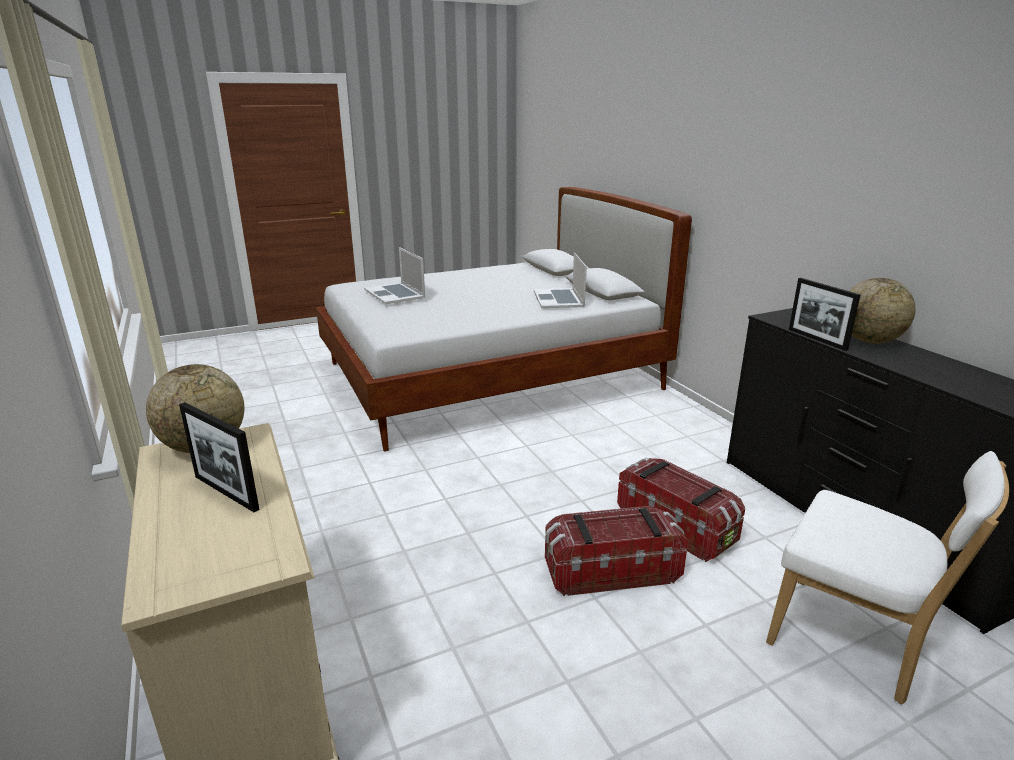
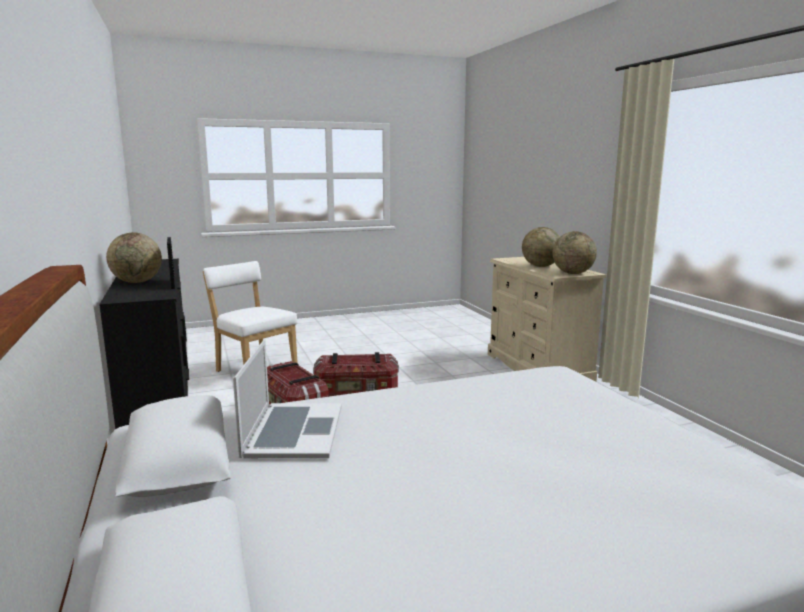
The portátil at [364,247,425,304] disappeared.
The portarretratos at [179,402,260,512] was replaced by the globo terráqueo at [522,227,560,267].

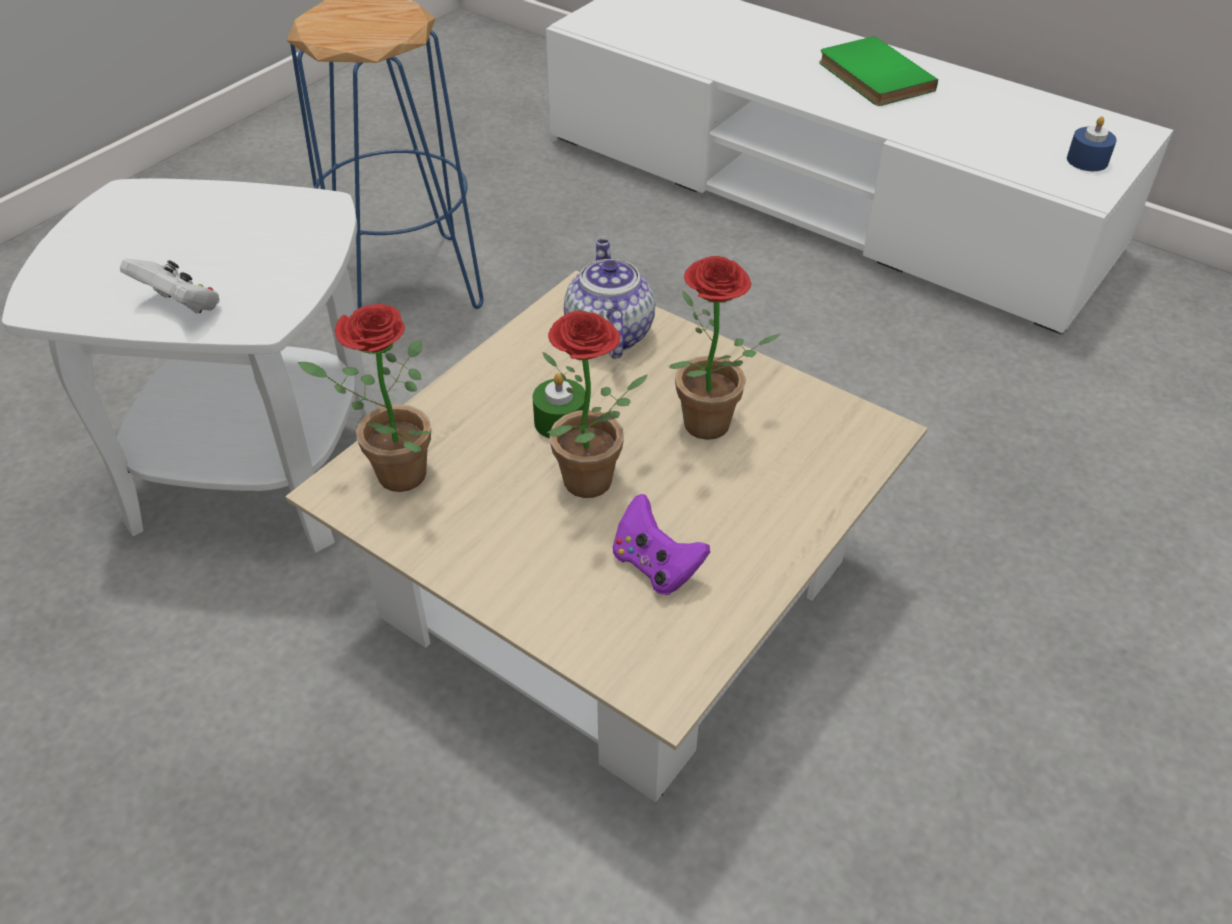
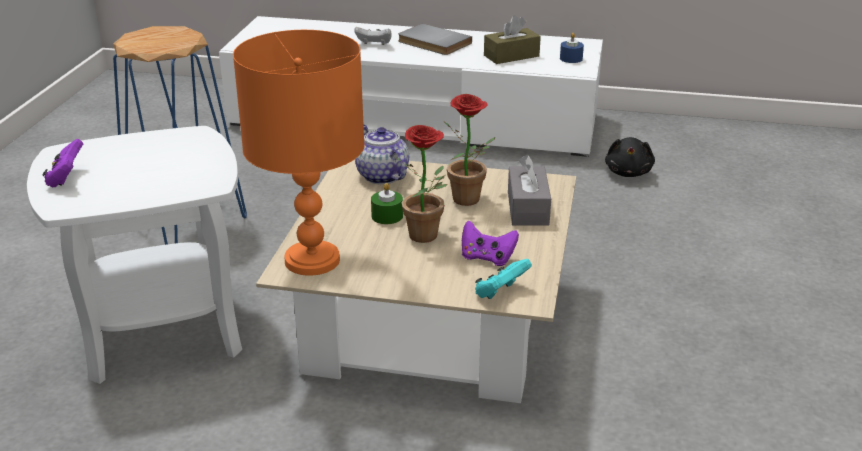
The libro [verde] at [819,36,938,106] became the libro [gris] at [398,23,472,55].
The mando de consola [blanco] moved from [120,259,220,314] to [354,27,392,45].
The planta en maceta at [298,304,431,492] was replaced by the lámpara de mesa [naranja] at [233,30,365,276].
The caja de pañuelos [marrón] at [484,15,541,64] appeared.
The peluche [negro] at [605,137,655,177] appeared.
The mando de consola [morado] at [43,139,83,187] appeared.
The caja de pañuelos [gris] at [508,155,551,226] appeared.
The mando de consola [turquesa] at [475,259,532,299] appeared.

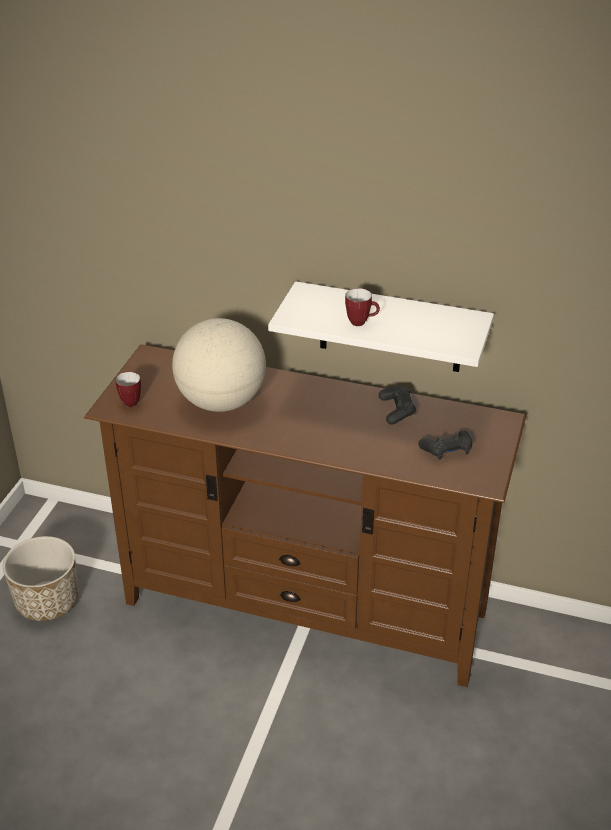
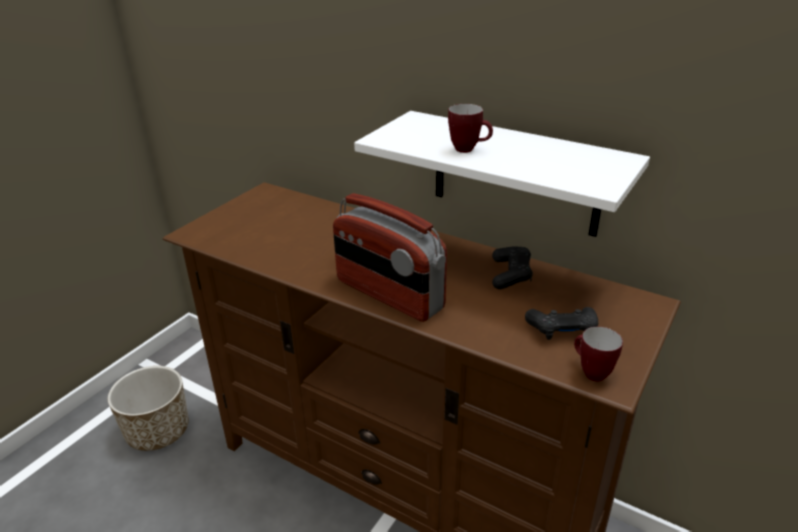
The globo terráqueo at [172,318,266,412] disappeared.
The taza grande moved from [115,372,141,407] to [574,327,623,382].
The radio at [333,193,447,322] appeared.

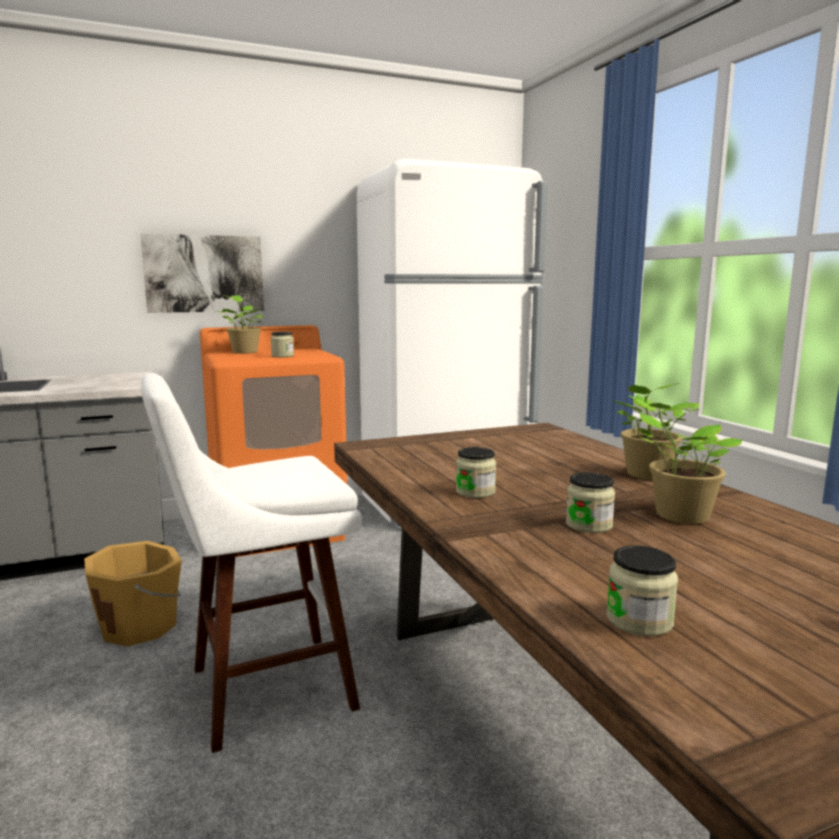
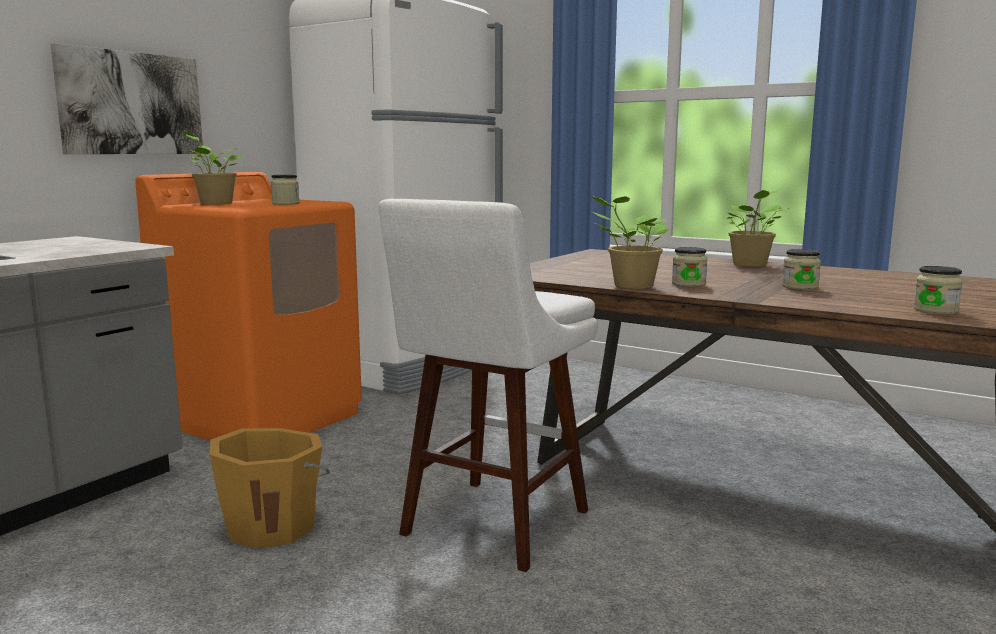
The planta en maceta moved from [628,395,742,524] to [592,196,669,289].

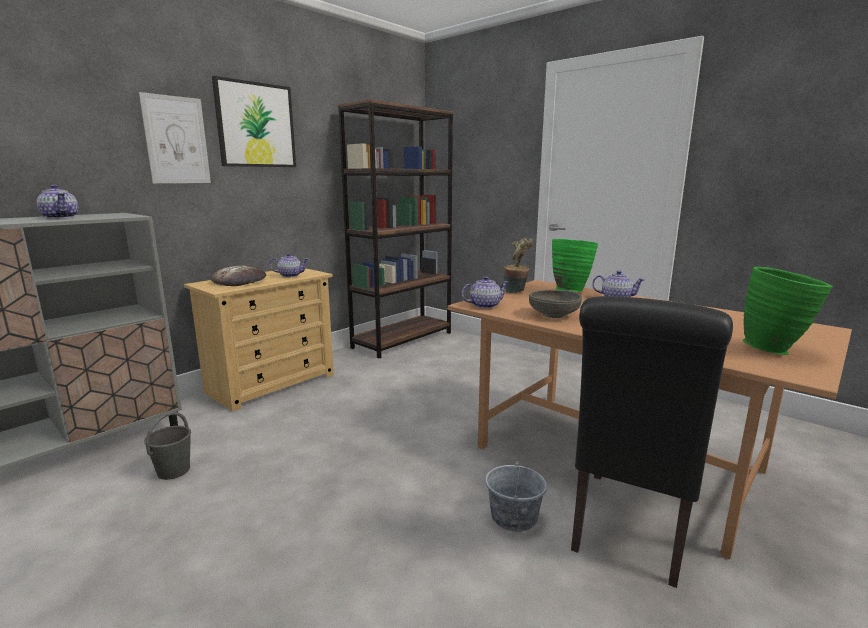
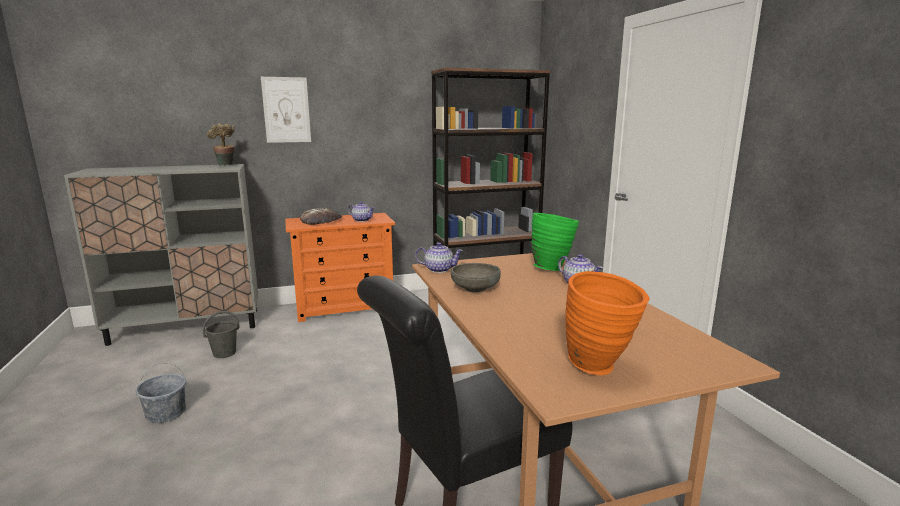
The cuadro at [212,76,296,167] disappeared.
The tetera at [37,185,79,218] disappeared.
The planta en maceta moved from [504,238,533,293] to [207,123,235,166].
The florero [verde] at [743,267,833,355] became the florero [naranja] at [565,271,649,375].
The cómoda [beis] at [184,268,334,412] became the cómoda [naranja] at [285,213,395,322].
The cubo [gris] moved from [485,451,547,532] to [135,363,186,423].

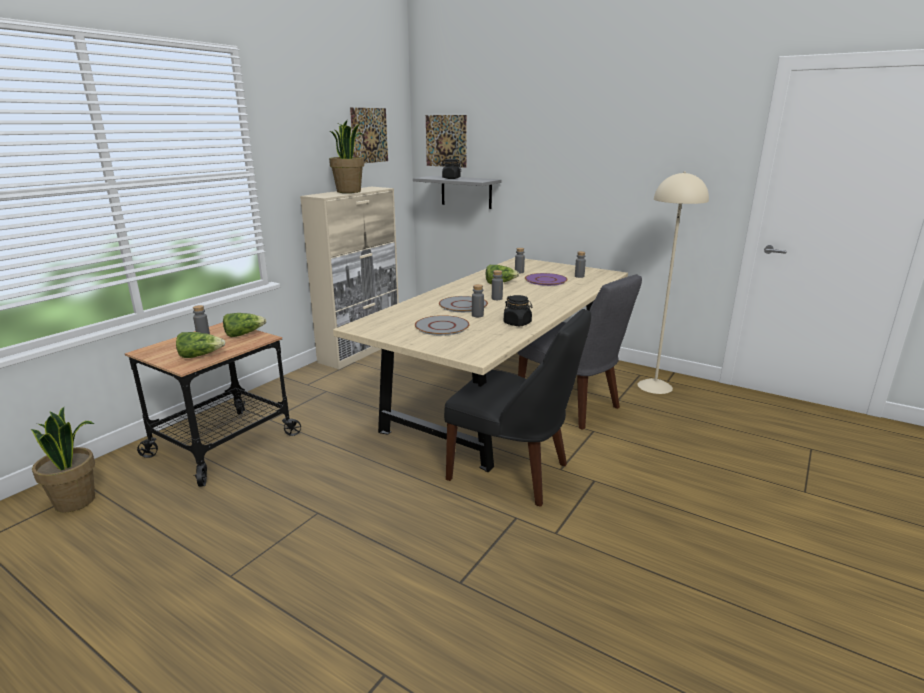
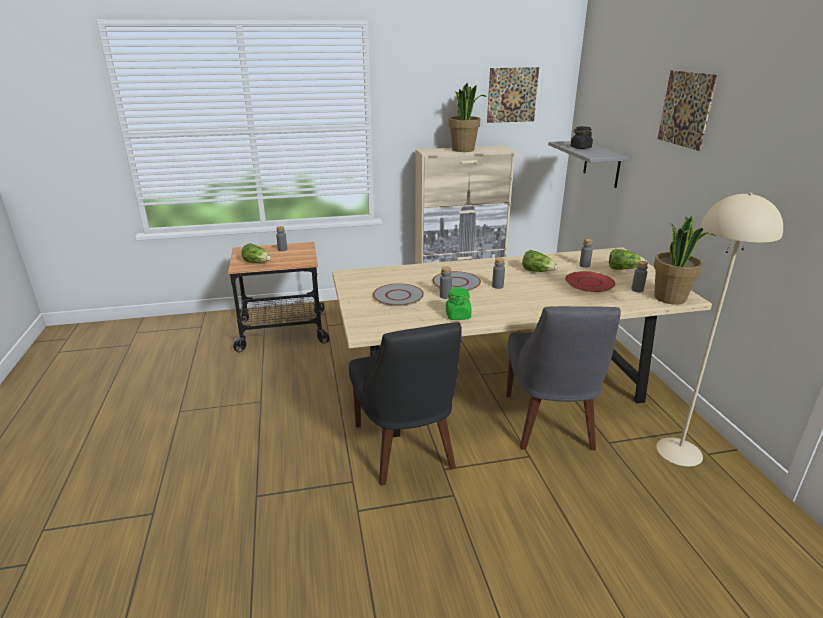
The cuadro moved from [426,115,467,168] to [658,70,718,151].
The plato [morado] at [525,273,568,286] became the plato [rojo] at [565,271,616,292].
The tarro [negro] at [504,295,533,326] became the tarro [verde] at [446,287,471,320].
The lechuga moved from [223,313,266,337] to [609,249,647,270].
The planta en maceta moved from [31,407,95,513] to [654,216,716,305].

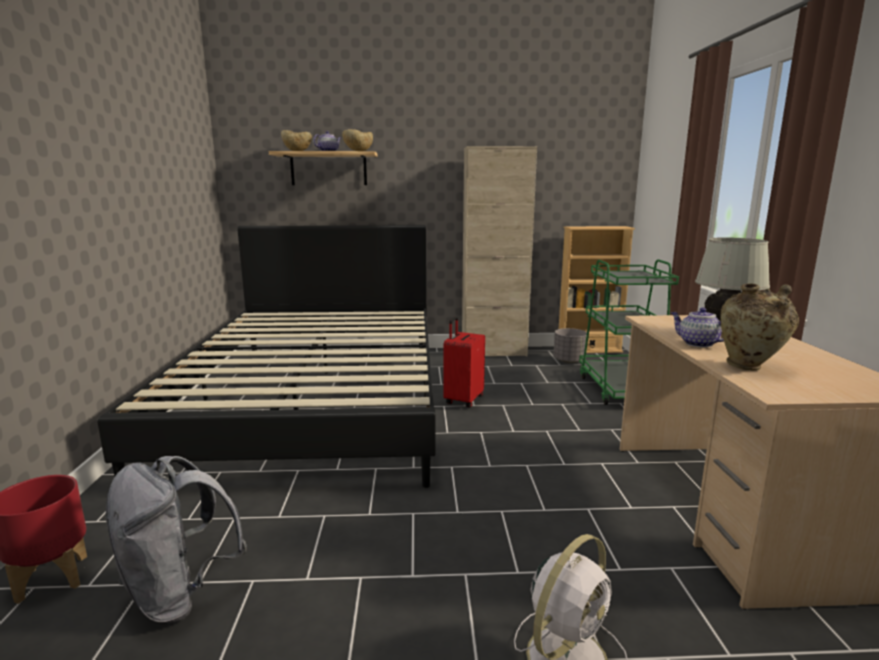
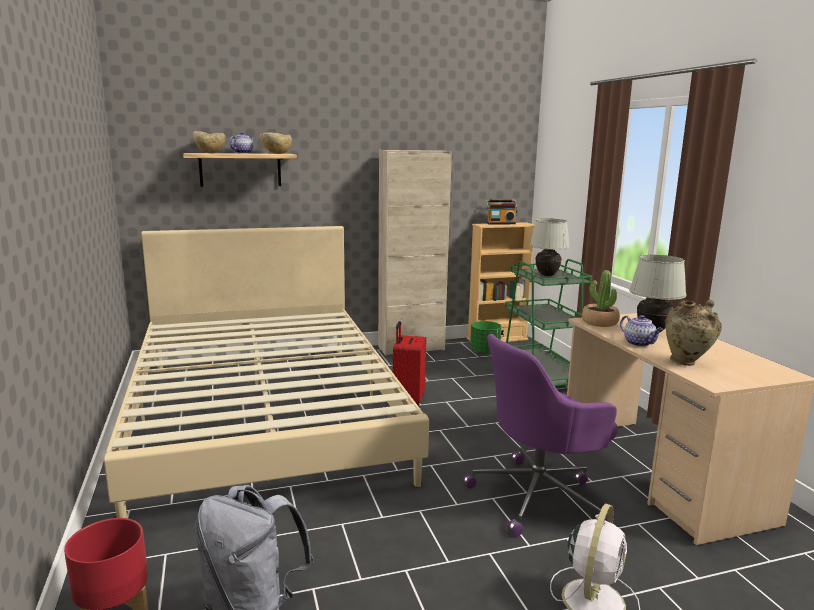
The cama [negro] at [97,225,436,488] became the cama [beis] at [104,226,429,518].
The tetera at [671,308,724,347] turned 150 degrees counterclockwise.
The maceta [gris] at [553,328,587,363] became the maceta [verde] at [470,321,502,355].
The radio at [486,200,517,225] appeared.
The lámpara de mesa [blanco] at [530,218,570,276] appeared.
The planta en maceta at [582,270,620,327] appeared.
The silla de oficina [morado] at [462,334,618,537] appeared.

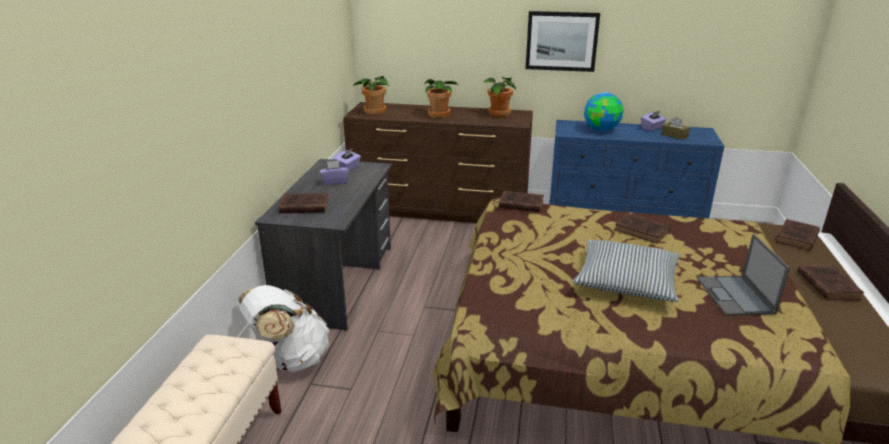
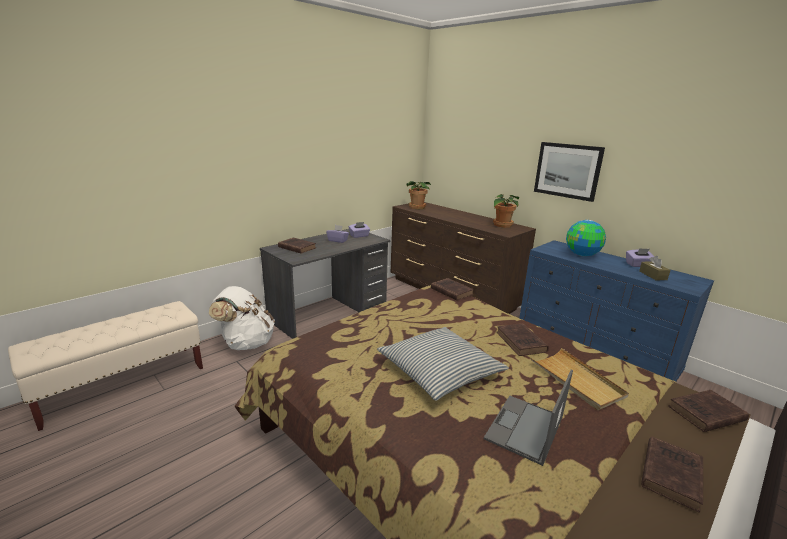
The planta en maceta at [425,79,458,118] disappeared.
The bandeja [beis] at [531,348,629,410] appeared.

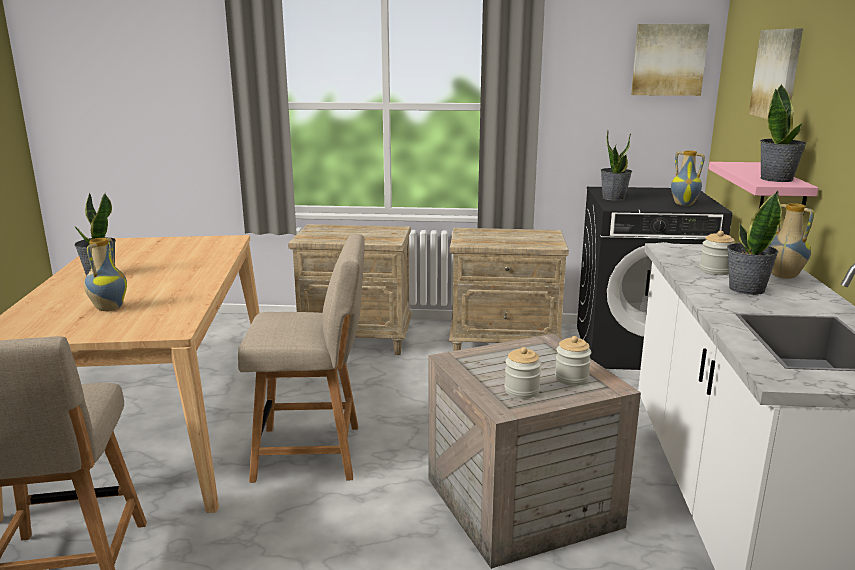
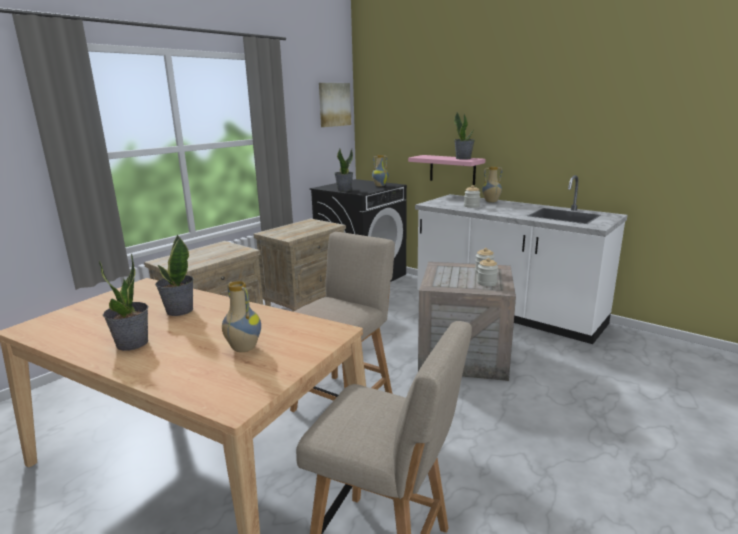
The cuadro at [749,28,803,119] disappeared.
The planta en maceta moved from [727,191,782,295] to [155,234,194,316].

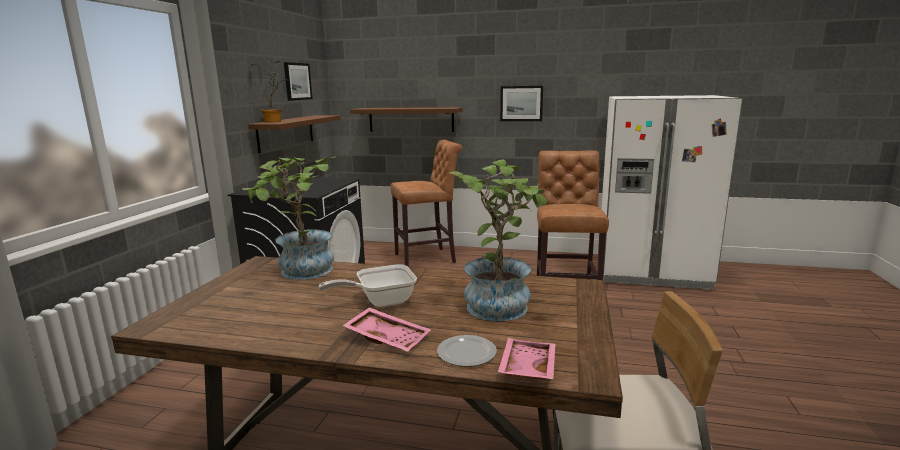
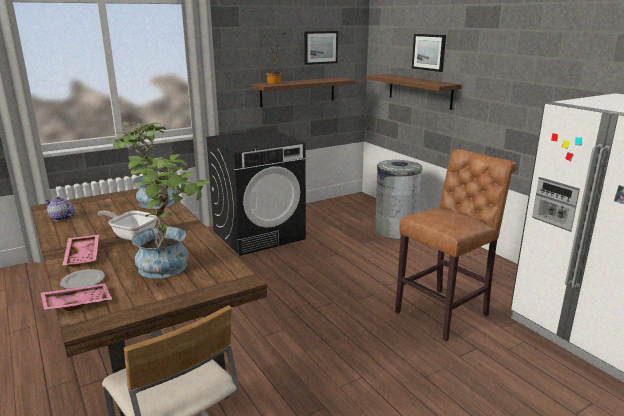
The cuadro moved from [500,86,543,121] to [412,34,446,72].
The taburete [marrón] at [391,139,462,267] was replaced by the papelera [gris] at [375,160,422,239].
The tetera at [44,197,75,221] appeared.

